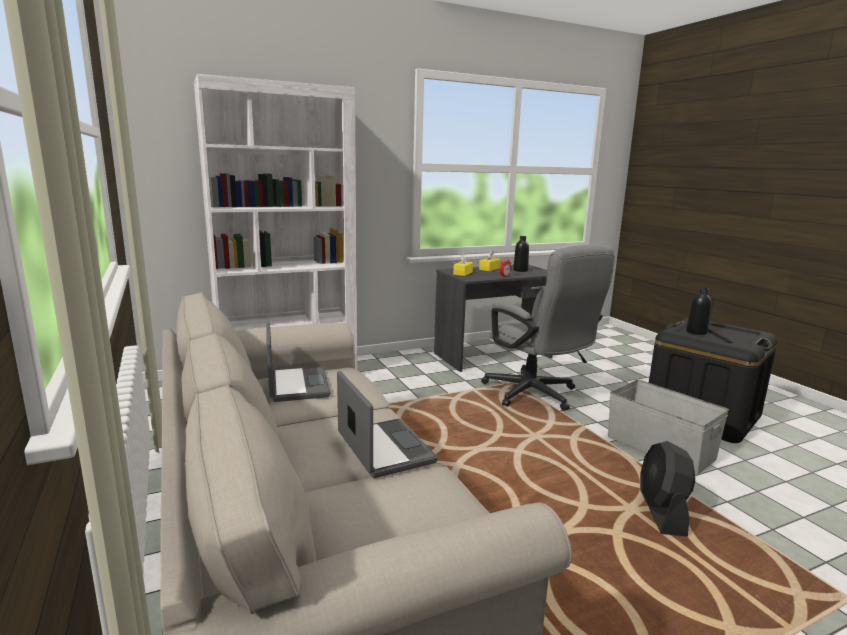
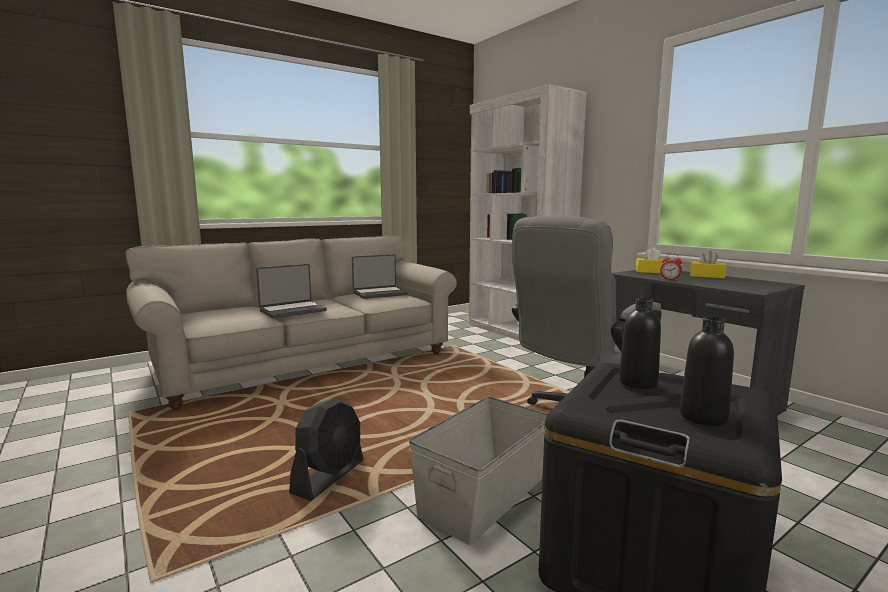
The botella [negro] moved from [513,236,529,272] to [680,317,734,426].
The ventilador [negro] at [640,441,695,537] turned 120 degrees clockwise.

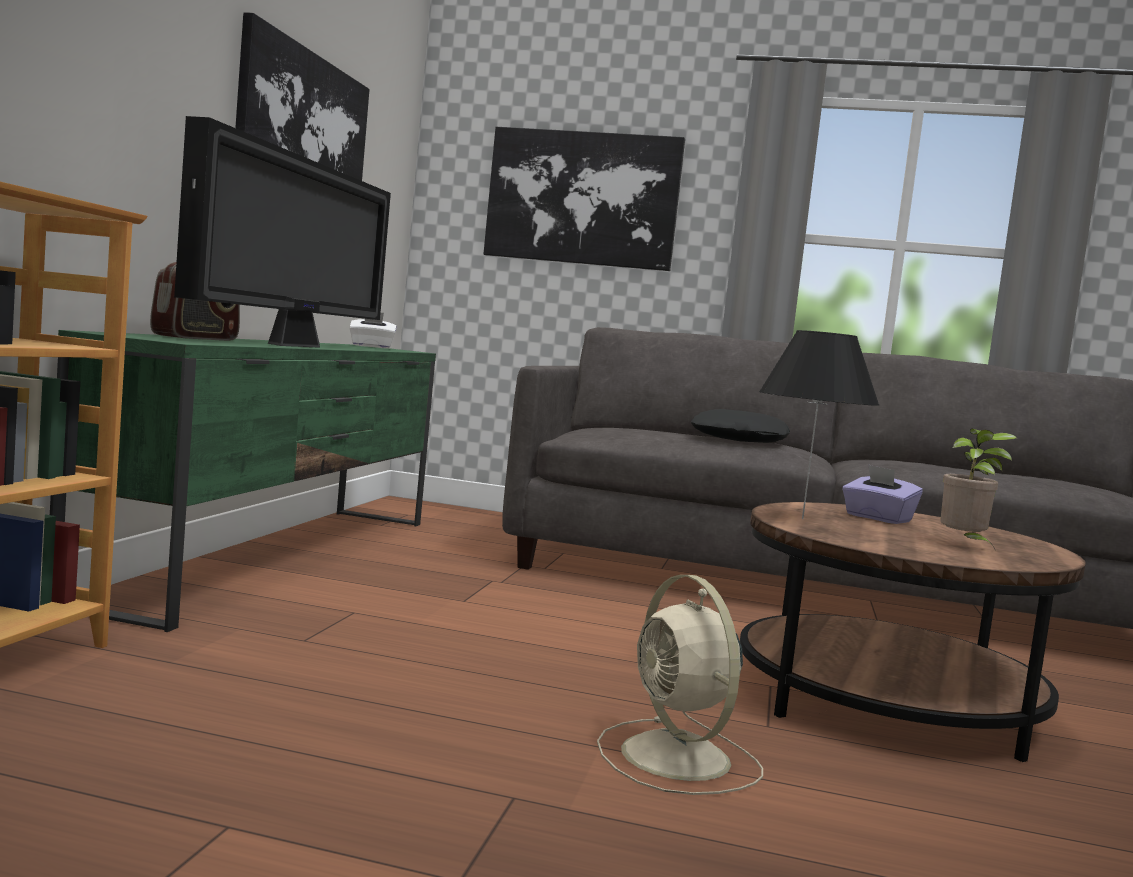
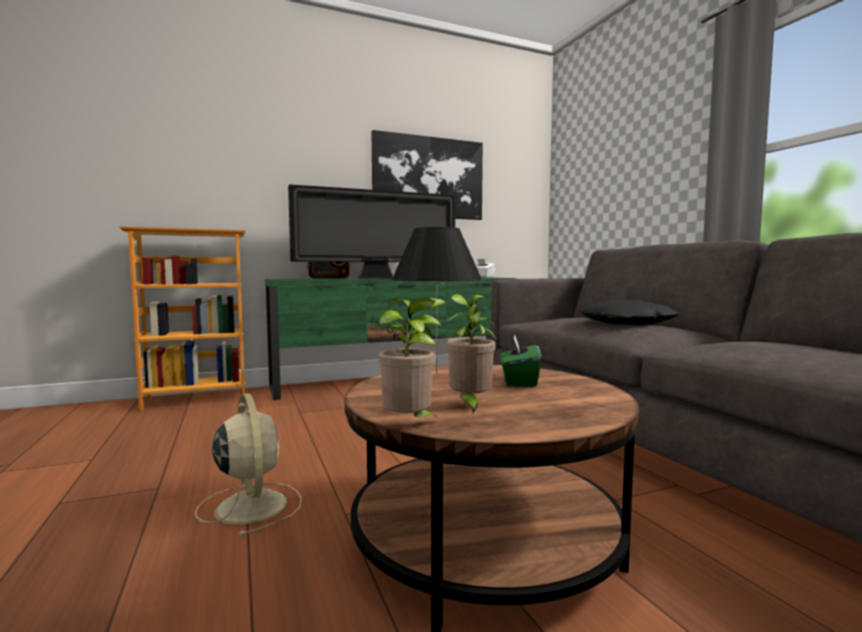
The cuadro at [483,127,685,271] disappeared.
The caja de pañuelos [morado] at [842,464,923,524] became the caja de pañuelos [verde] at [500,336,541,387].
The ventilador [beis] at [597,575,763,795] turned 120 degrees clockwise.
The planta en maceta at [379,298,446,418] appeared.

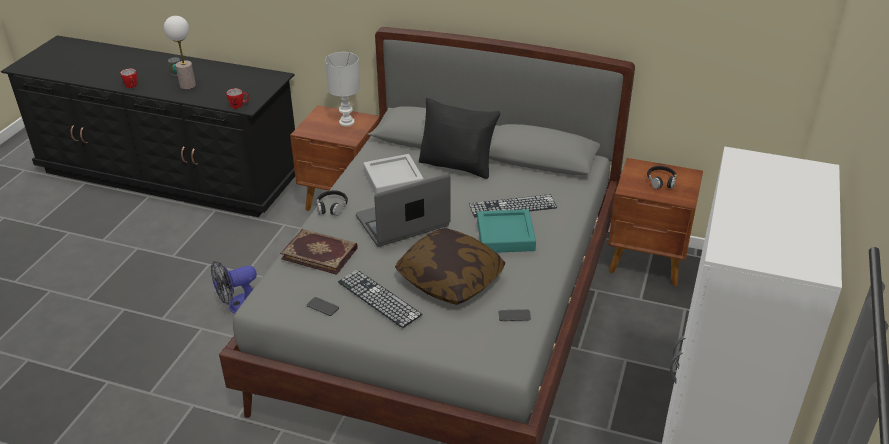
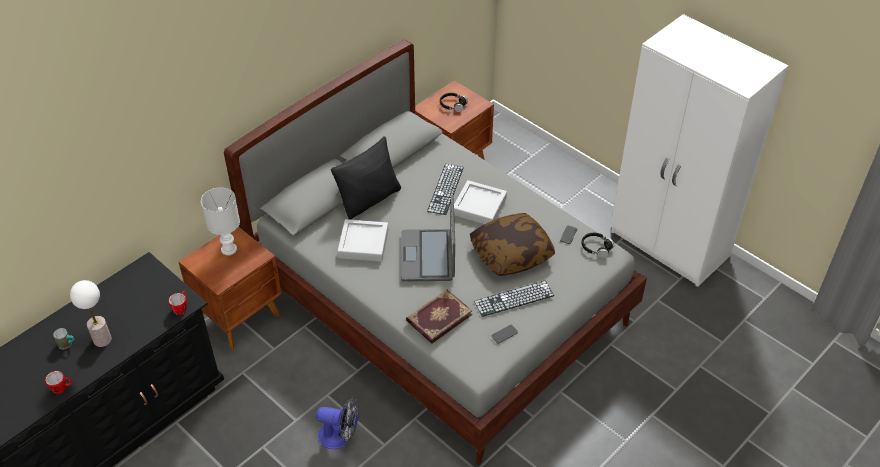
The auriculares [negro] moved from [317,190,348,216] to [581,233,615,258].
The bandeja [turquesa] at [477,209,536,253] became the bandeja [gris] at [454,180,507,224].
The ventilador at [211,261,257,314] turned 75 degrees counterclockwise.

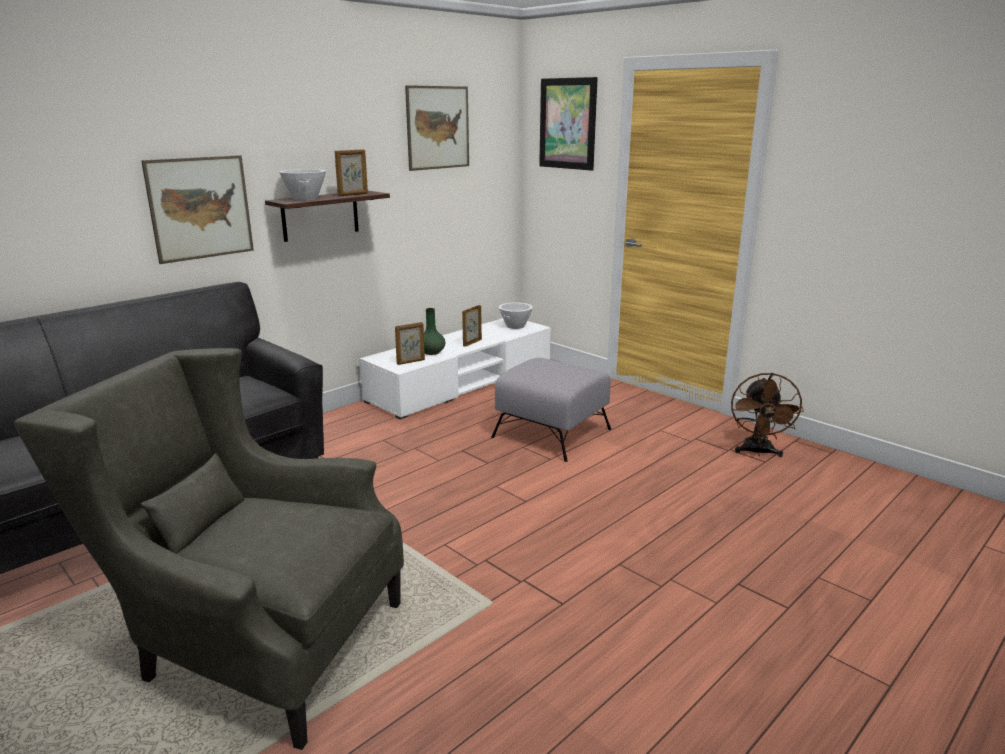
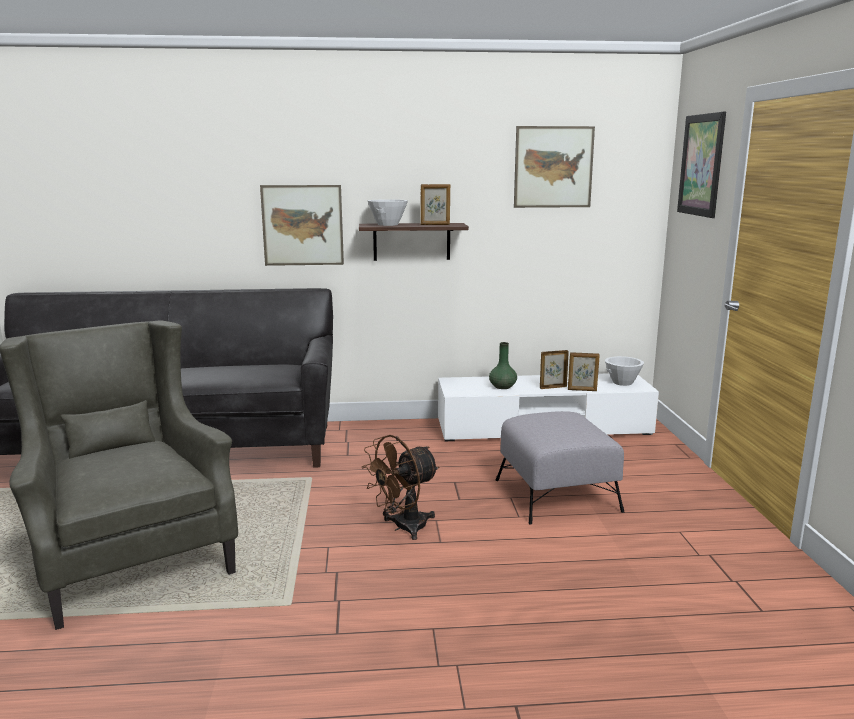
The portarretratos moved from [395,322,425,365] to [568,352,600,391].
The ventilador [marrón] moved from [731,373,804,457] to [362,435,439,540].

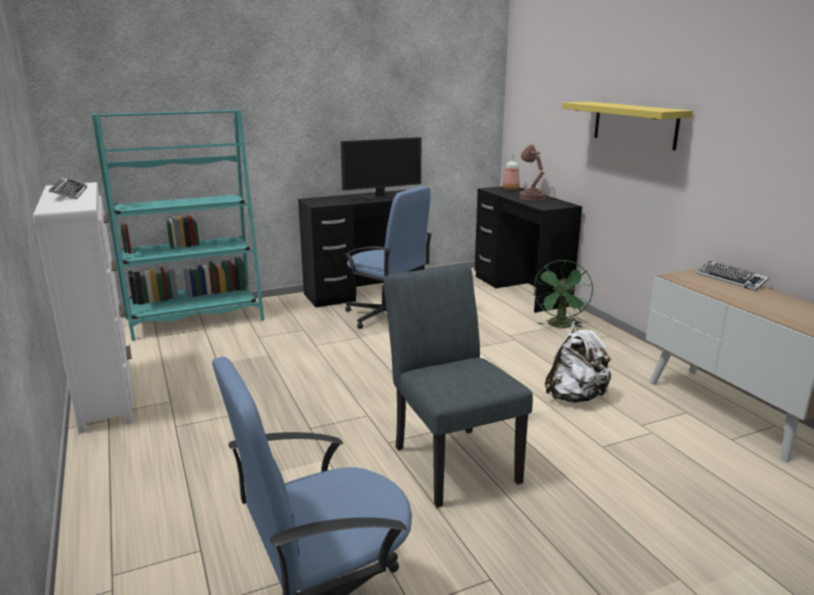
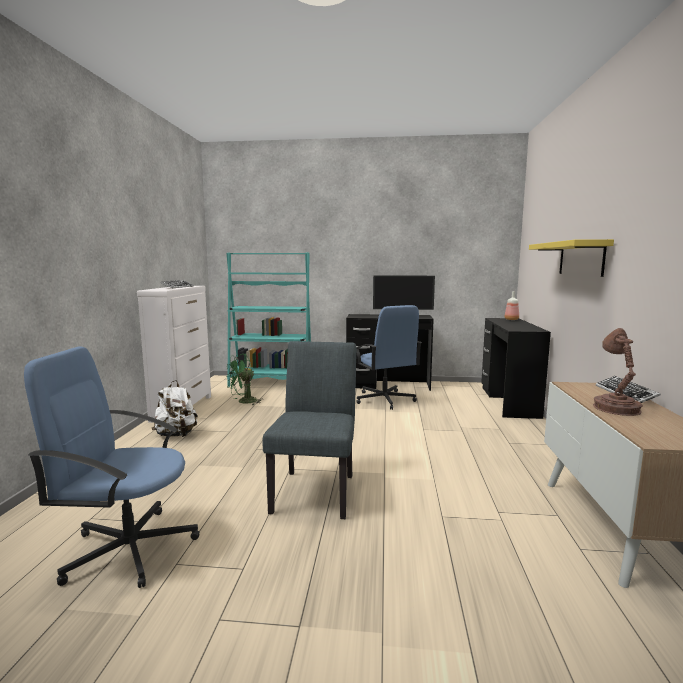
The lámpara de mesa [marrón] moved from [519,145,546,201] to [593,328,643,416].
The ventilador [verde] moved from [534,260,593,328] to [226,354,262,405].
The mochila [blanco] moved from [545,321,612,403] to [152,380,198,437].

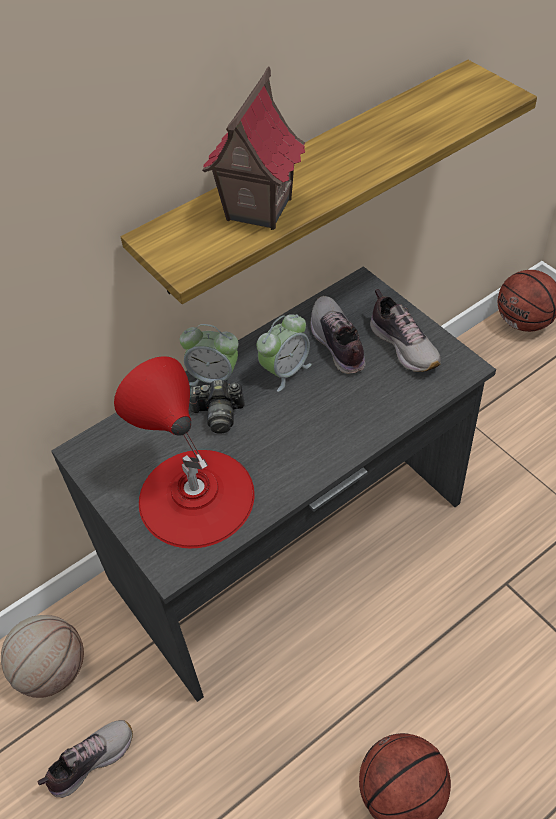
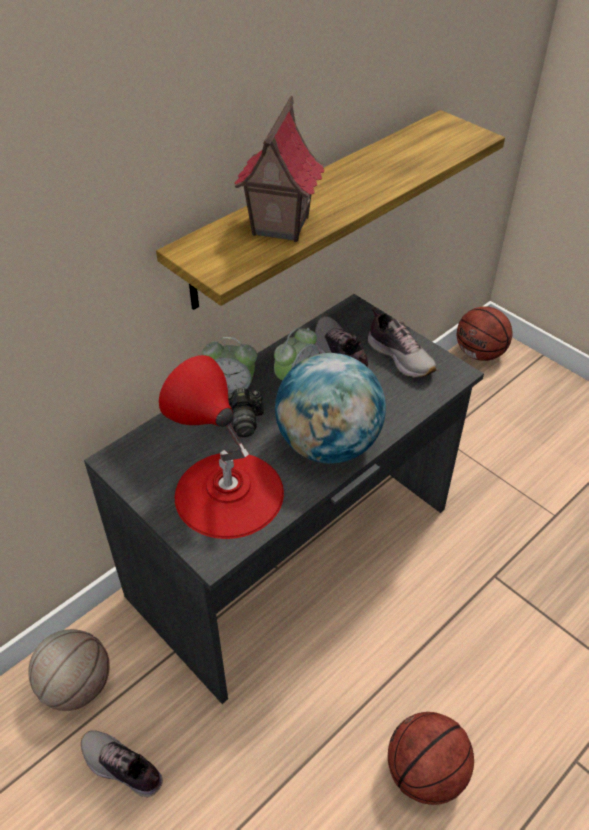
The zapato at [37,720,133,798] turned 105 degrees counterclockwise.
The globo terráqueo at [275,353,386,463] appeared.

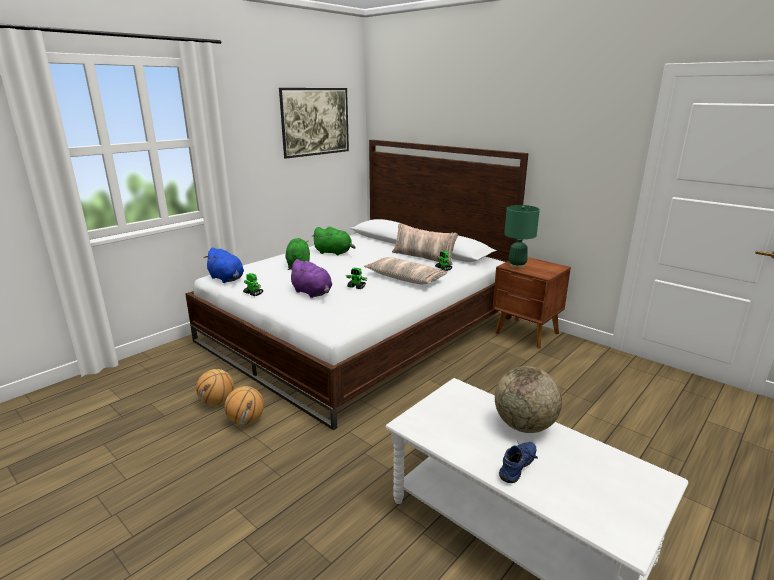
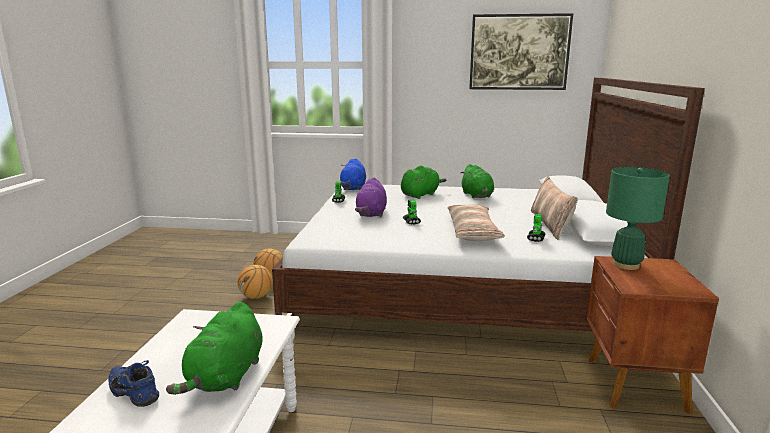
The globo terráqueo at [495,366,562,433] was replaced by the peluche [verde] at [166,302,263,395].
The zapato [azul] at [499,441,538,483] turned 150 degrees counterclockwise.

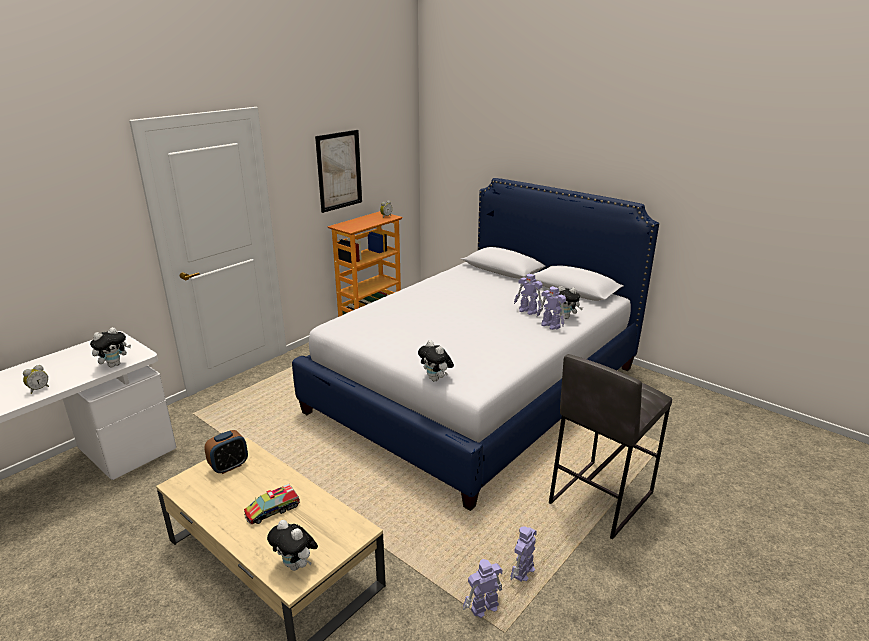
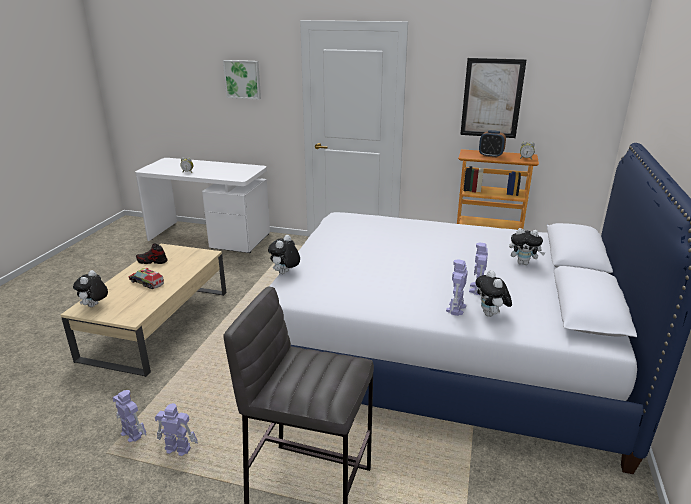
The peluche moved from [90,327,131,368] to [509,228,545,265].
The despertador moved from [204,430,248,474] to [479,130,506,158].
The cuadro at [223,60,261,99] appeared.
The zapato at [136,243,168,264] appeared.

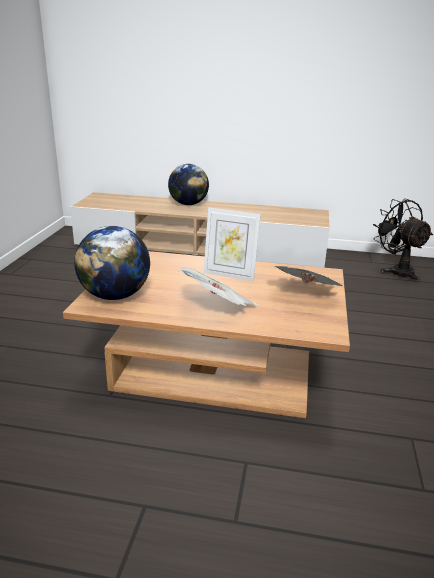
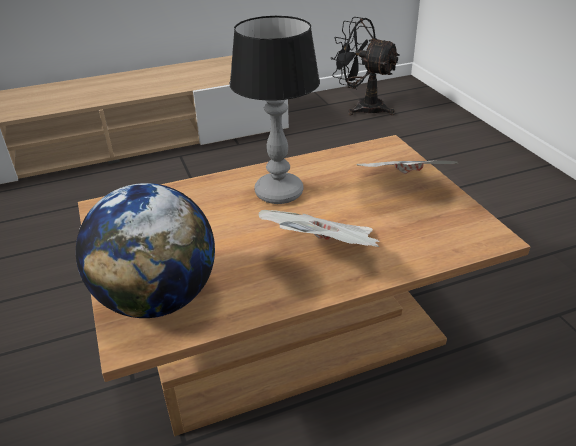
The globo terráqueo at [168,164,209,205] disappeared.
The portarretratos at [204,207,261,281] was replaced by the lámpara de mesa at [230,16,320,204].

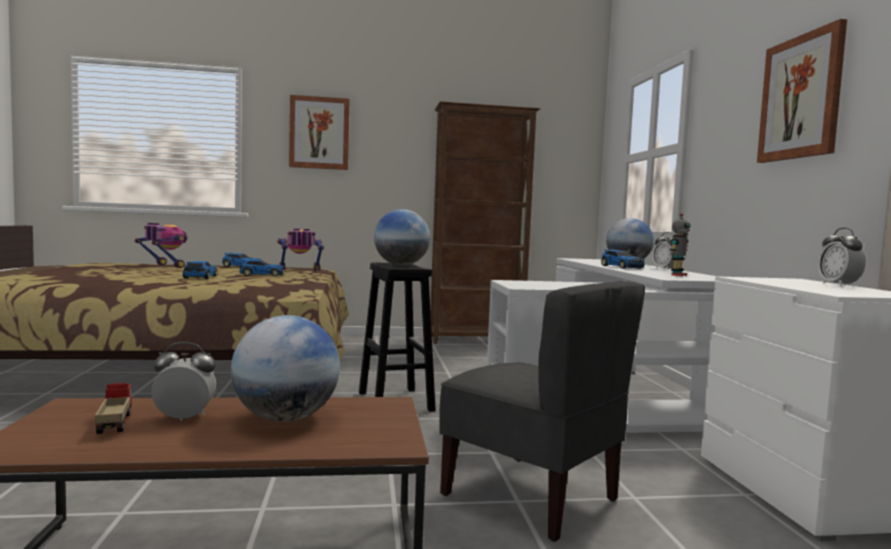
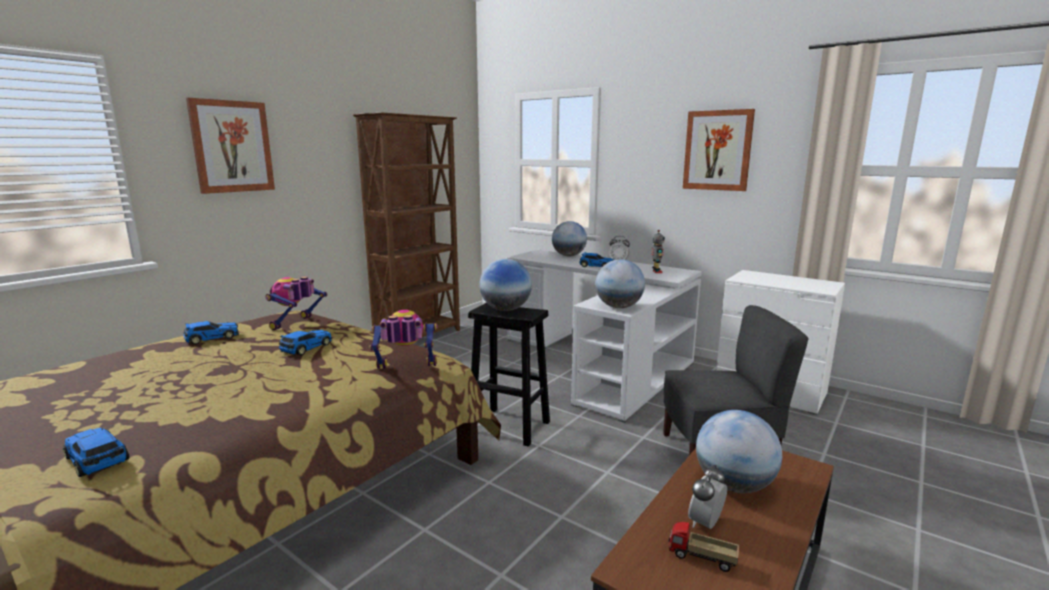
The robot de juguete moved from [135,223,187,268] to [370,310,437,369].
The despertador at [818,228,866,287] disappeared.
The coche de juguete moved from [183,261,217,279] to [63,428,130,477].
The globo terráqueo at [595,259,645,308] appeared.

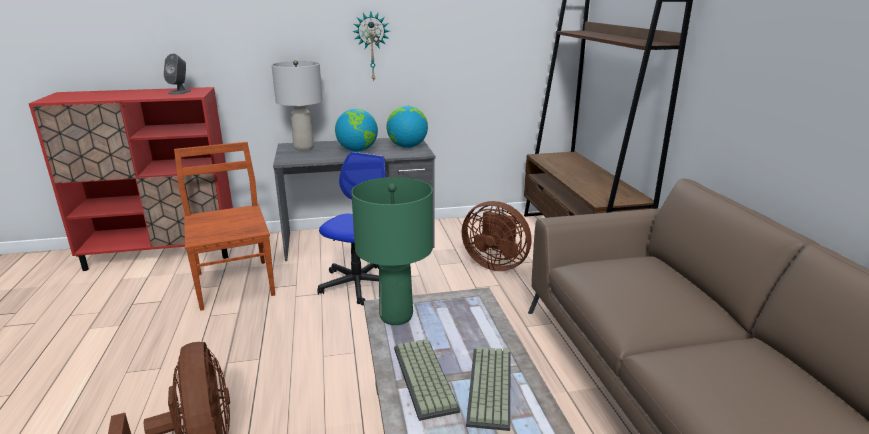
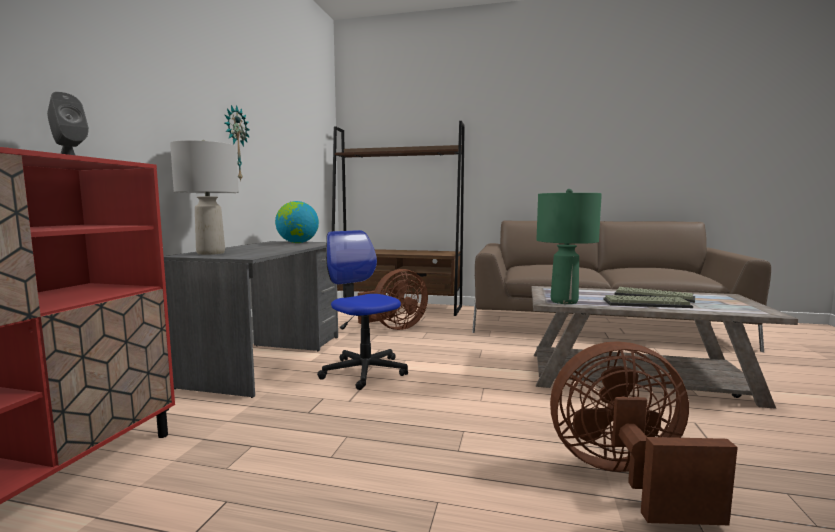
The globo terráqueo at [335,109,378,152] disappeared.
The silla [marrón] at [174,142,275,311] disappeared.

